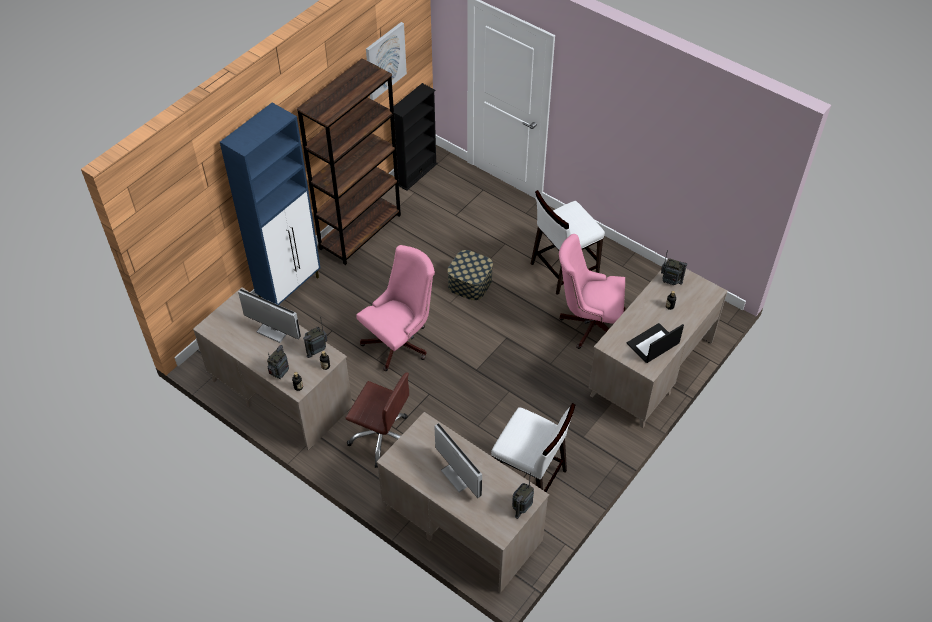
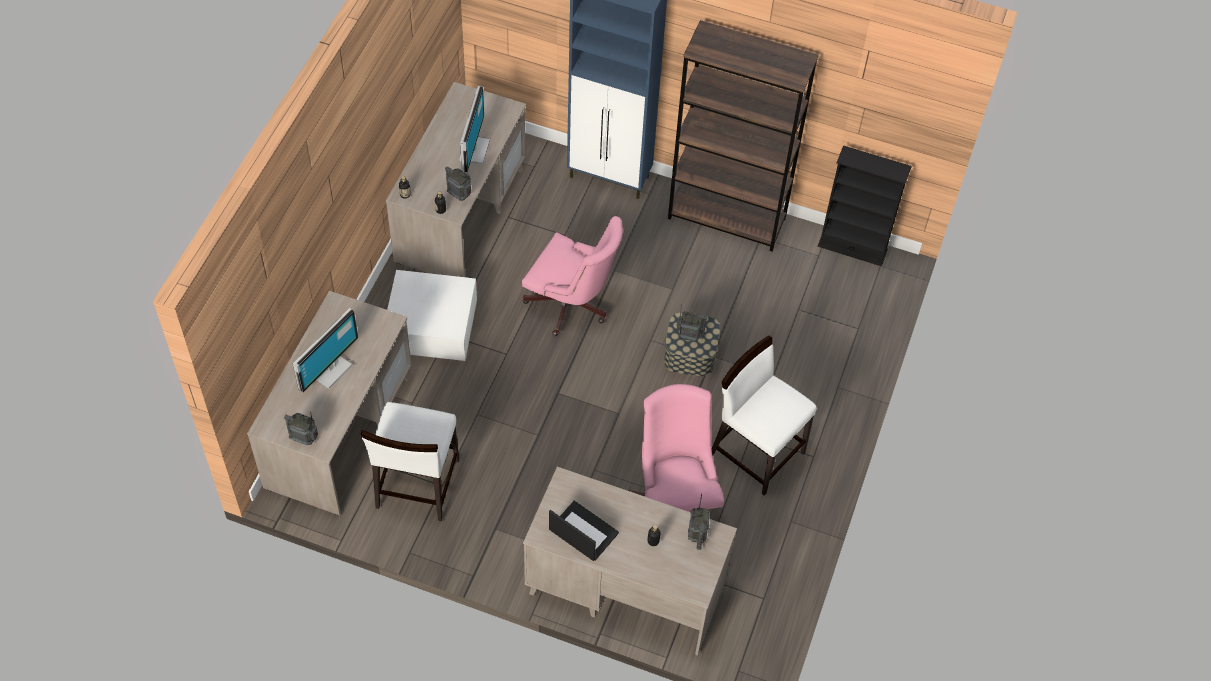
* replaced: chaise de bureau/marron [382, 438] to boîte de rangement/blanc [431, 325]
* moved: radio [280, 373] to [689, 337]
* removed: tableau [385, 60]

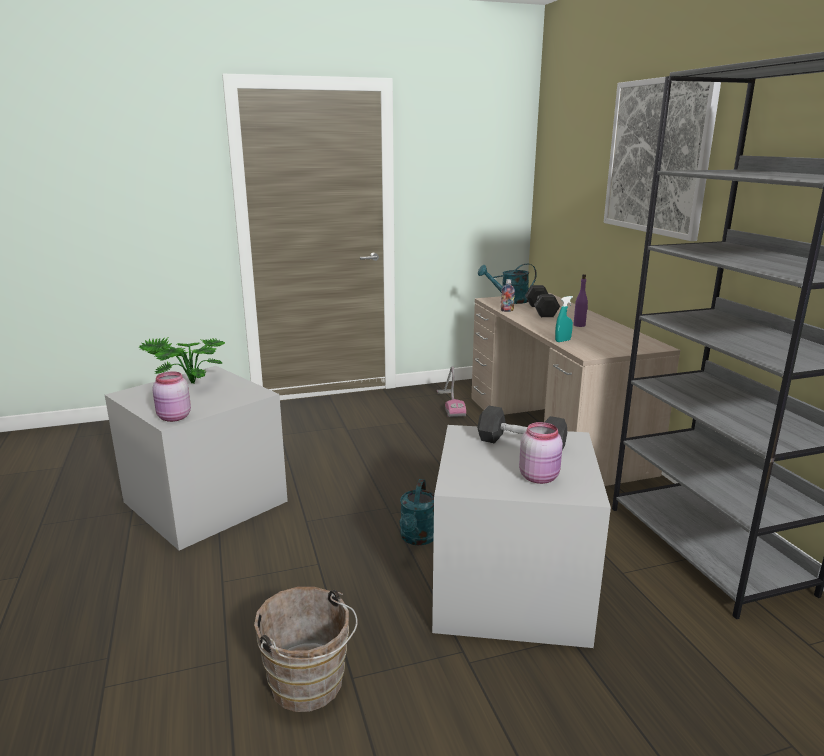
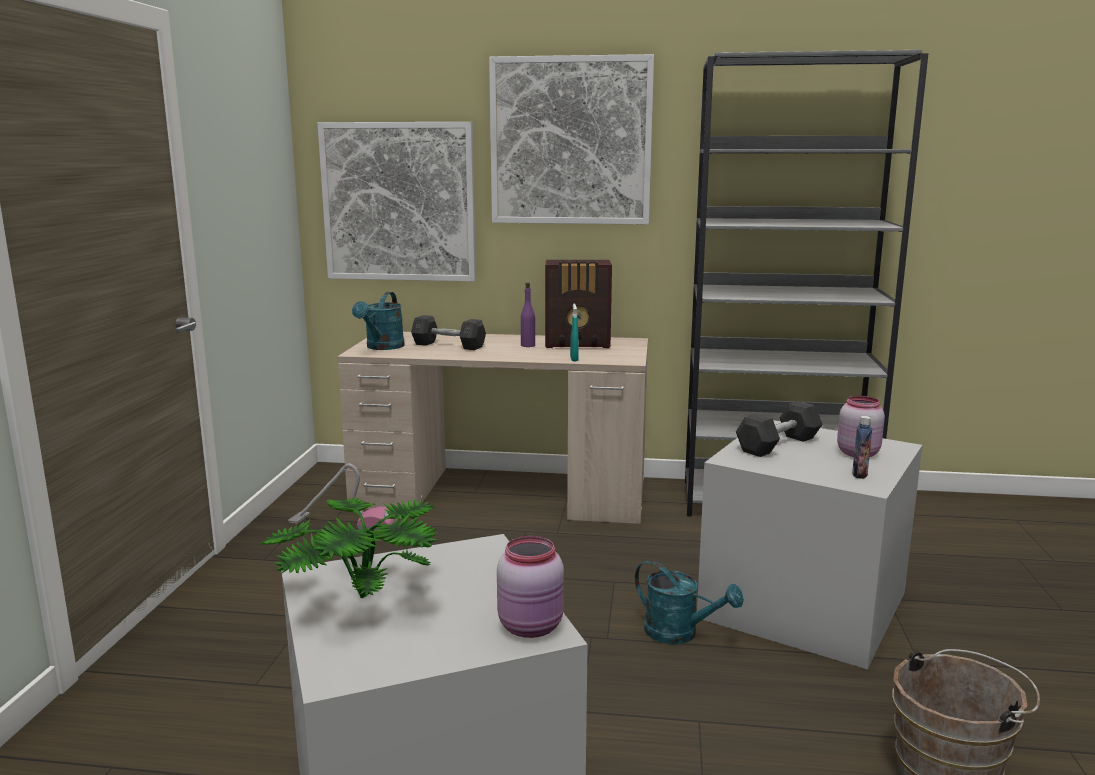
* added: tableau [399, 202]
* added: radio [579, 344]
* moved: bouteille [507, 310] to [859, 475]

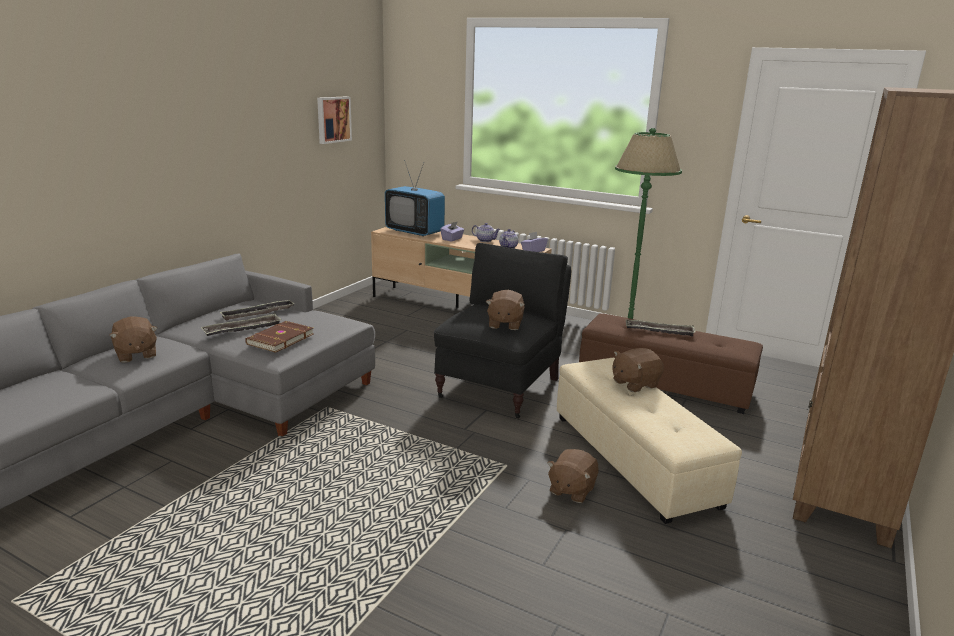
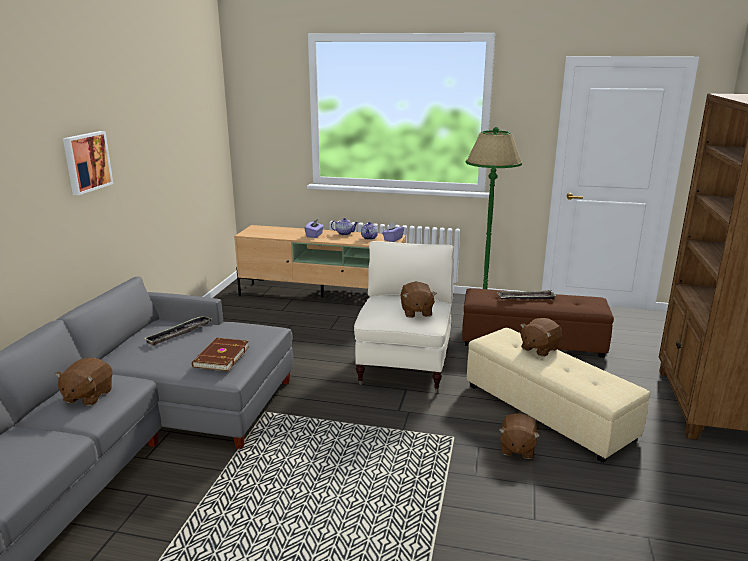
* turned: peluche/marron [136, 354] = [88, 396] 60 degrees clockwise
* moved: tableau [333, 119] to [86, 162]
* recoloured: fauteuil/noir [501, 387] to fauteuil/beige [405, 366]
* removed: plateau [242, 329]
* removed: téléviseur [415, 232]

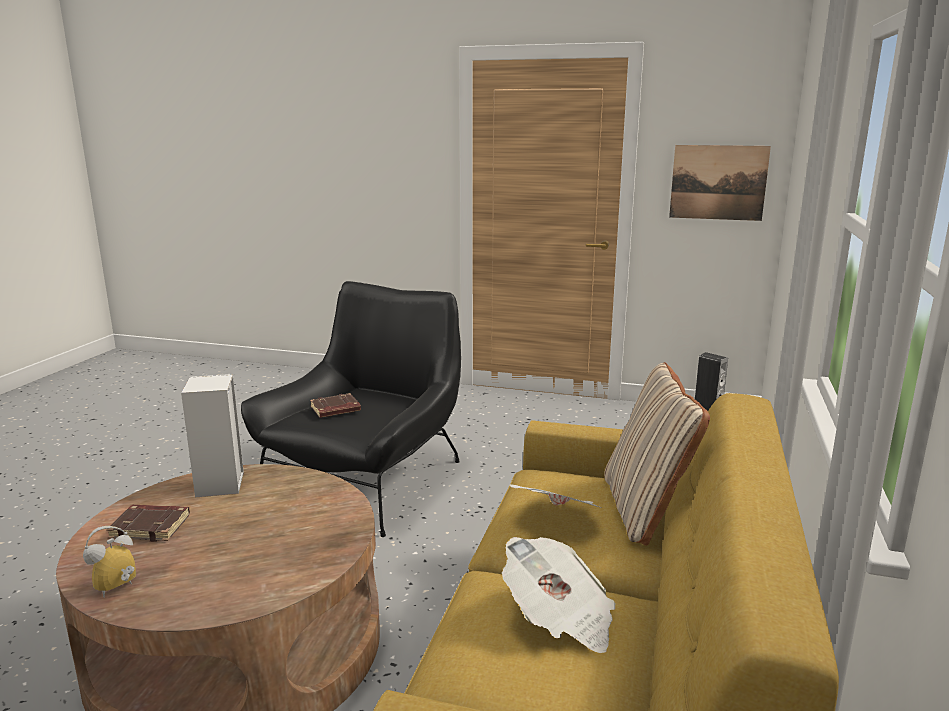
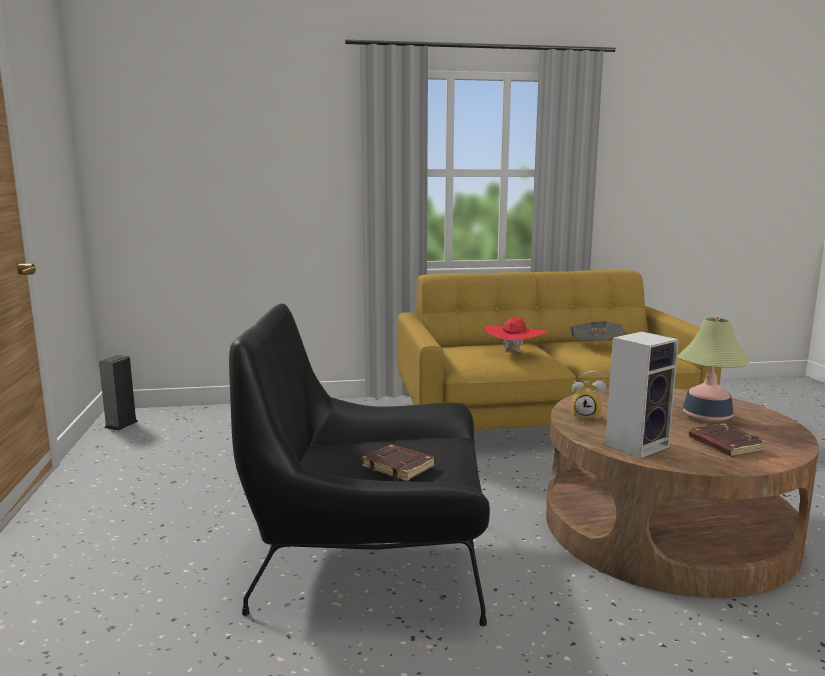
* replaced: journal [558, 519] to chapeau/rouge [514, 354]
* moved: réveil [118, 589] to [586, 416]
* added: lampe de table [707, 416]
* removed: coussin/beige [646, 509]
* removed: tableau [718, 182]

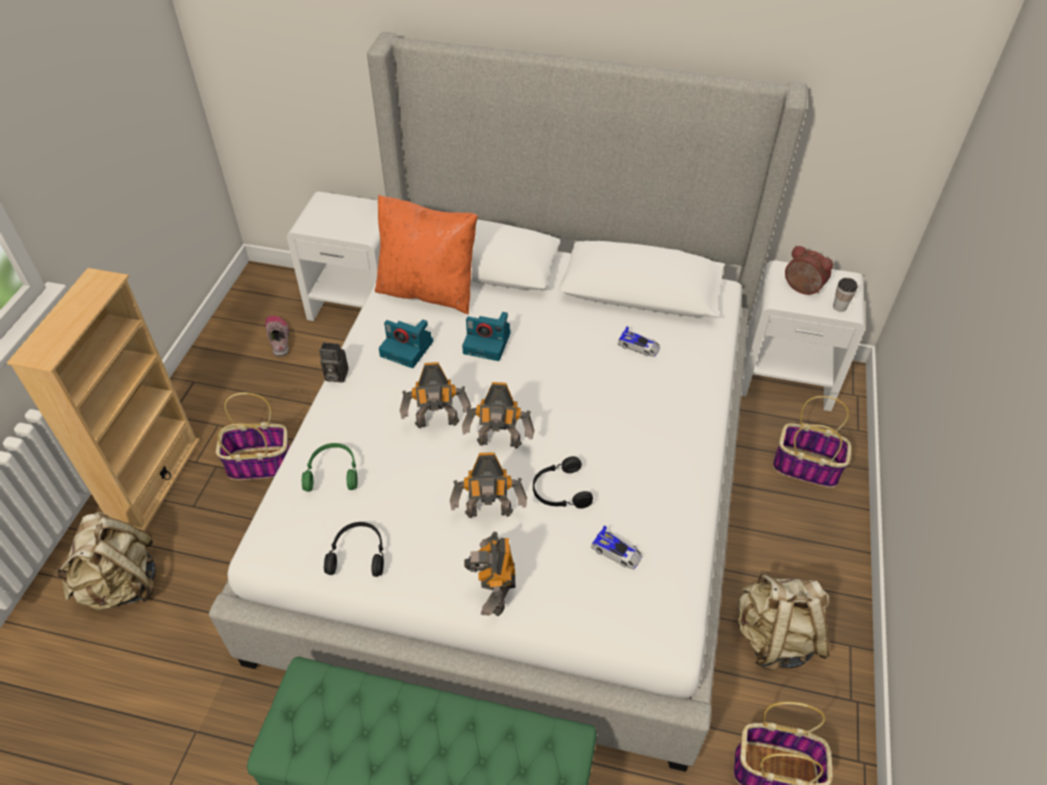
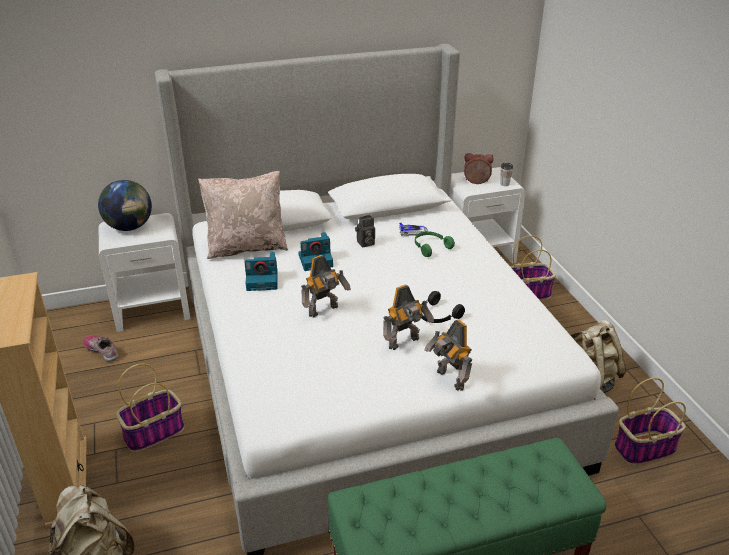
* added: globe [130, 227]
* recoloured: coussin/orange [428, 291] to coussin/beige [247, 247]
* moved: appareil photo [335, 376] to [365, 243]
* moved: casque audio/vert [333, 472] to [430, 247]
* removed: casque audio/noir [358, 554]
* removed: robot jouet [499, 444]
* removed: petite voiture [617, 552]

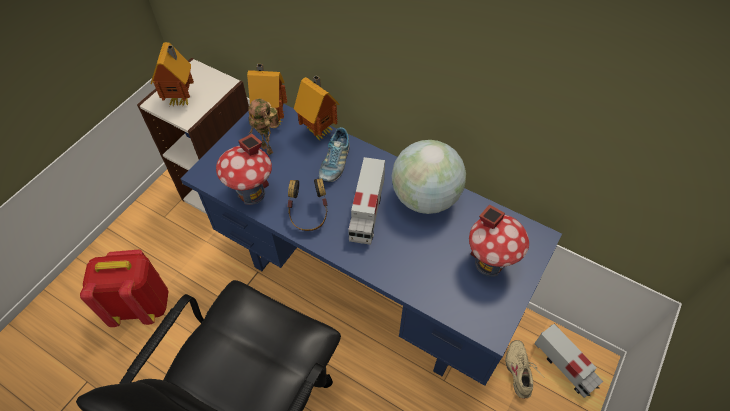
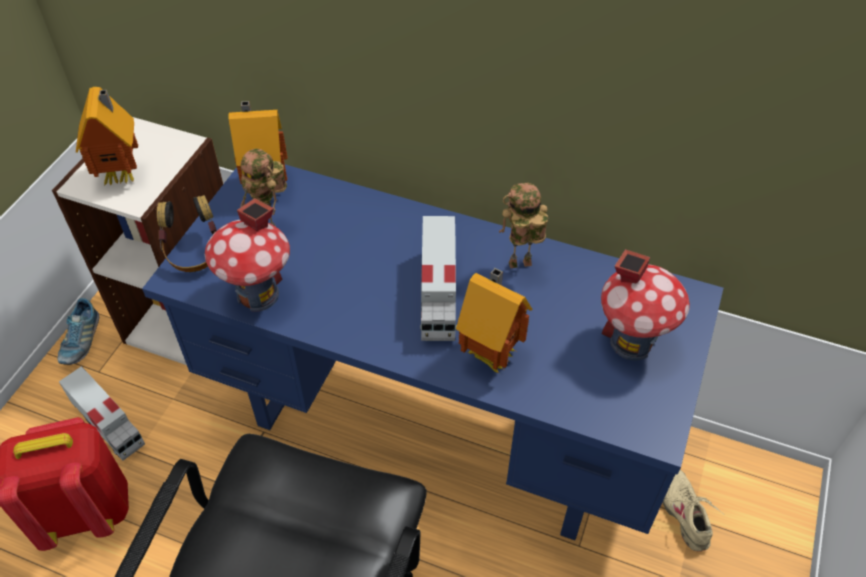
* moved: chaussure [335, 163] to [81, 340]
* moved: camion jouet [564, 366] to [109, 425]
* moved: casque audio [309, 215] to [193, 252]
* moved: maison miniature [320, 130] to [491, 354]
* replaced: globe [425, 198] to robot jouet [519, 266]

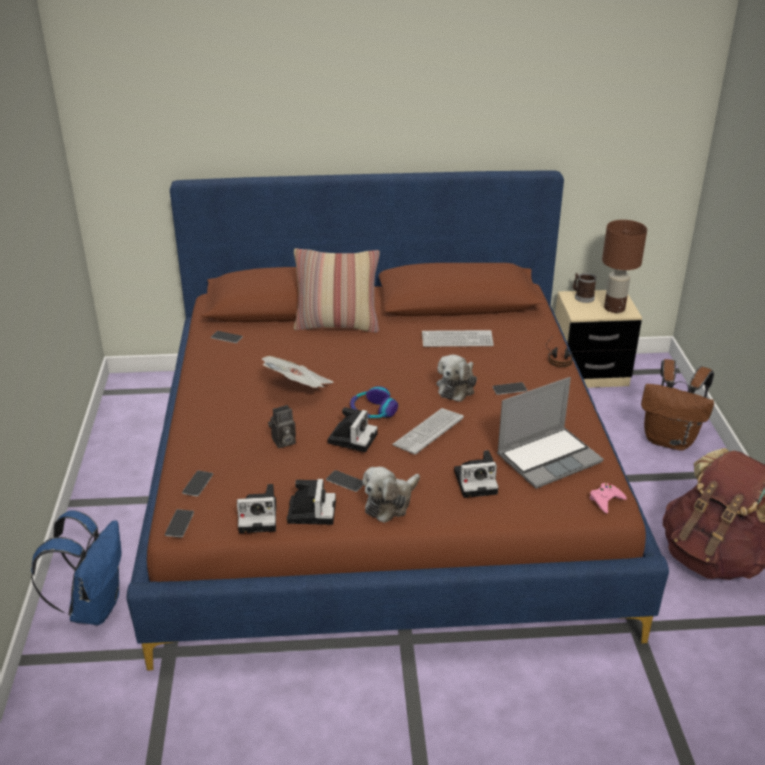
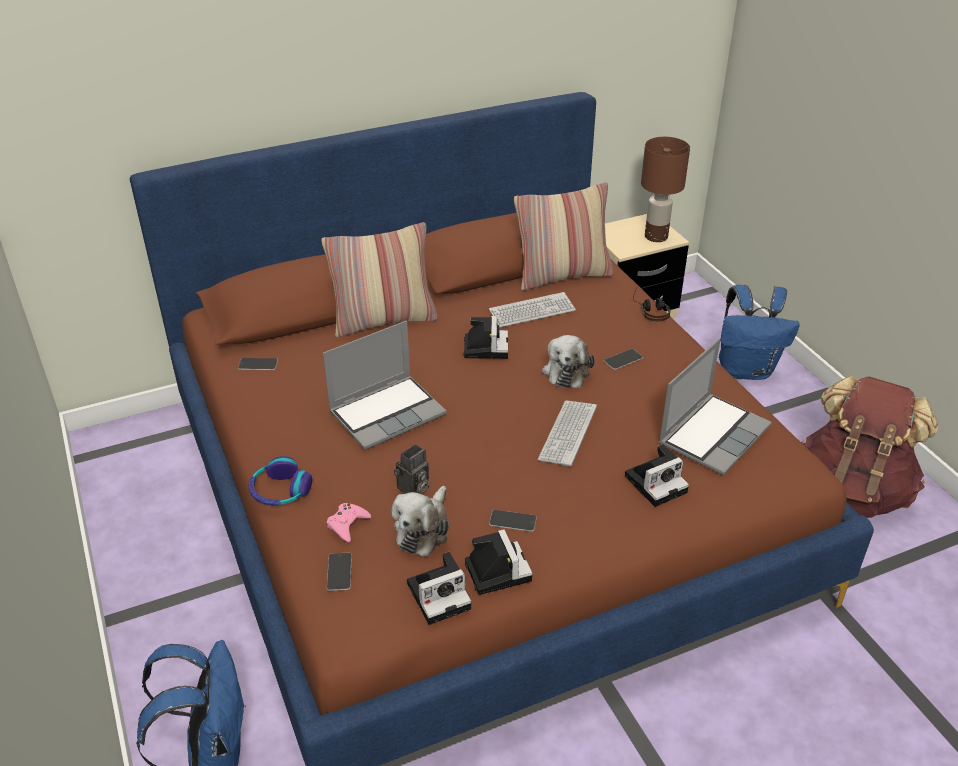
* moved: casque audio [372, 411] to [280, 491]
* replaced: journal [299, 388] to ordinateur portable [388, 412]
* moved: manette/rose [606, 500] to [347, 524]
* moved: peluche [390, 503] to [423, 529]
* moved: appareil photo [352, 437] to [485, 347]
* added: coussin [562, 276]
* recoloured: sac à dos/marron [670, 440] to sac à dos/bleu [746, 370]
* removed: téléphone [179, 523]
* removed: mug [582, 297]

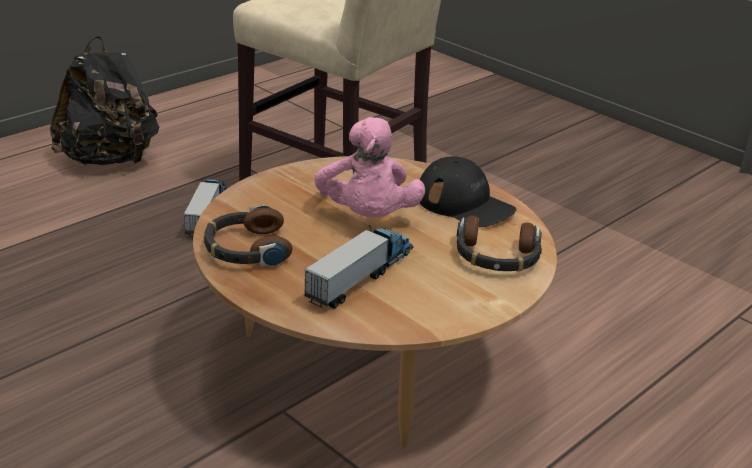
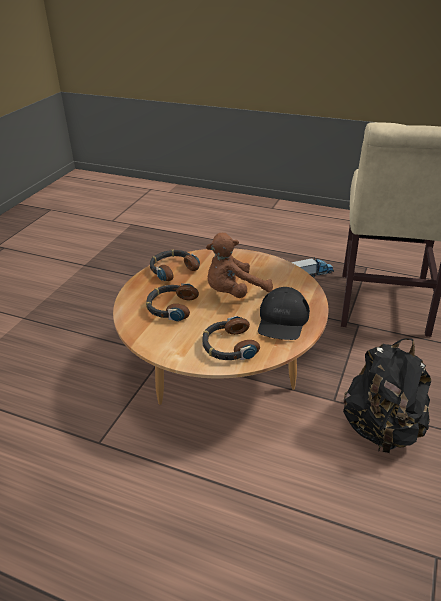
* replaced: camion jouet [361, 277] to casque audio [171, 307]
* recoloured: peluche/rose [367, 217] to peluche/marron [234, 292]
* moved: sac à dos/noir [109, 160] to [381, 430]

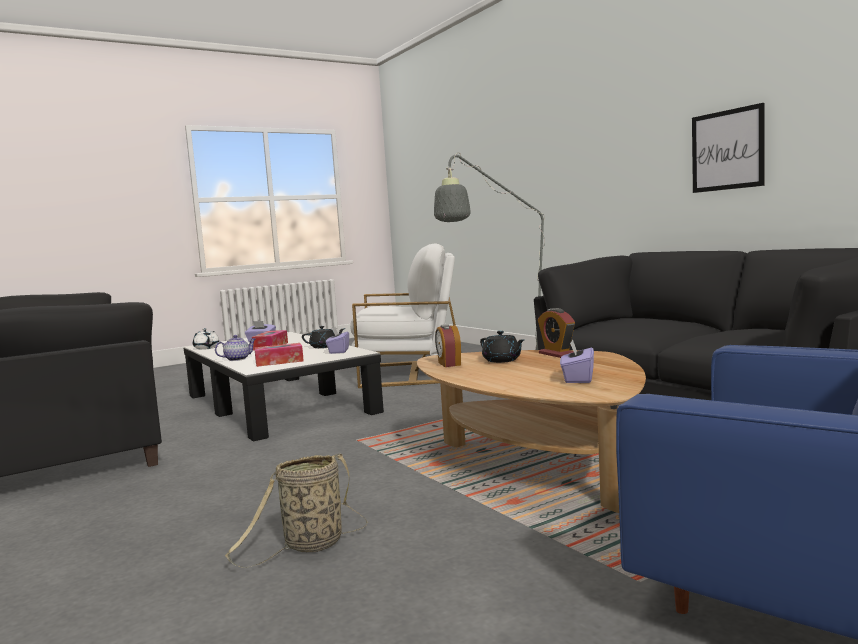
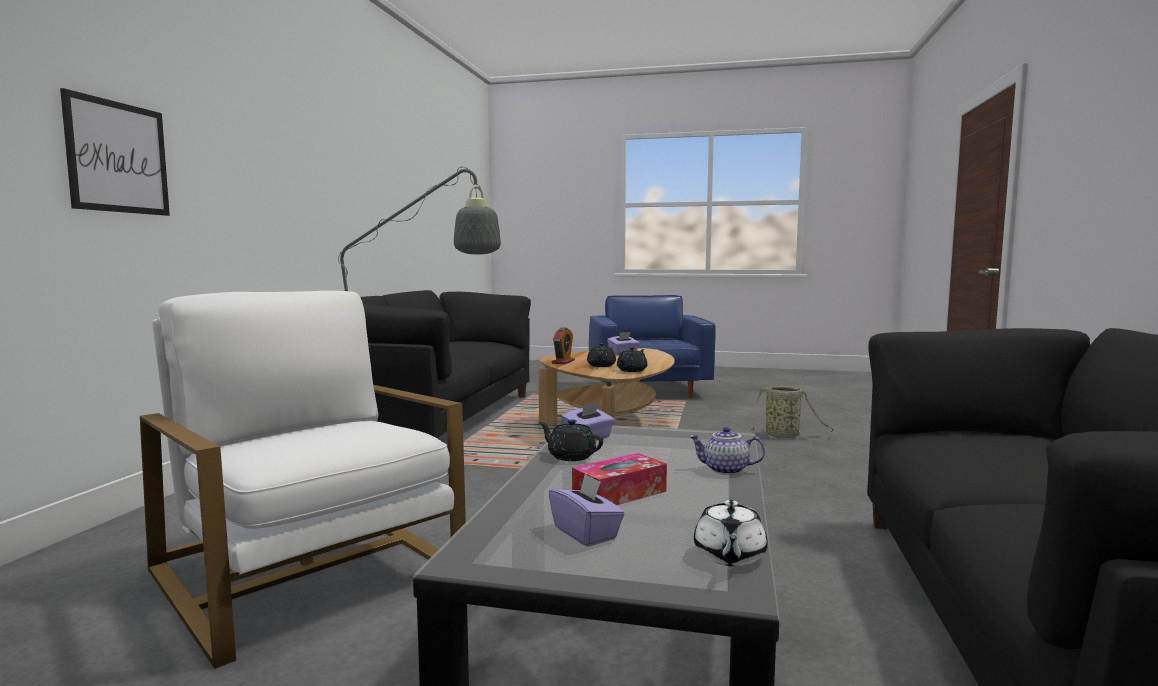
* moved: tableau [727, 150] to [118, 157]
* replaced: réveil [448, 364] to théière/noir [632, 370]
* removed: boîte à mouchoirs [279, 362]

